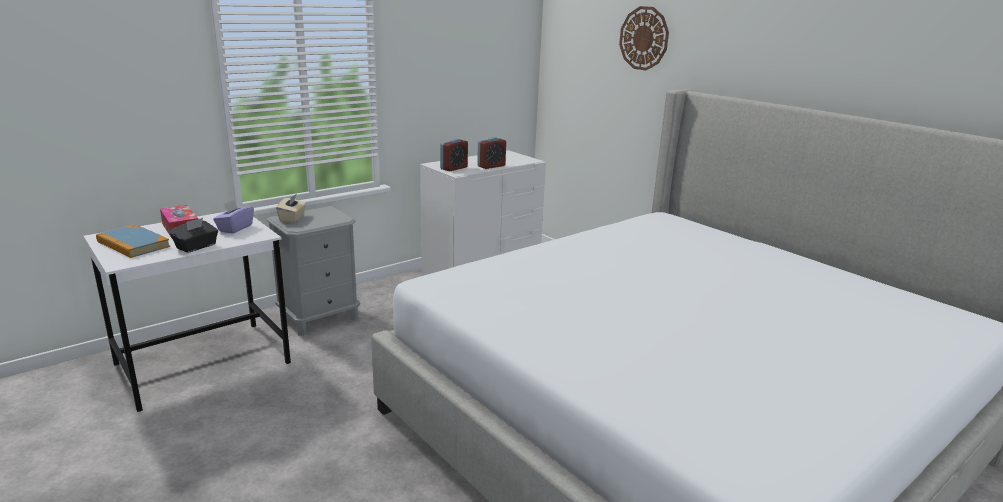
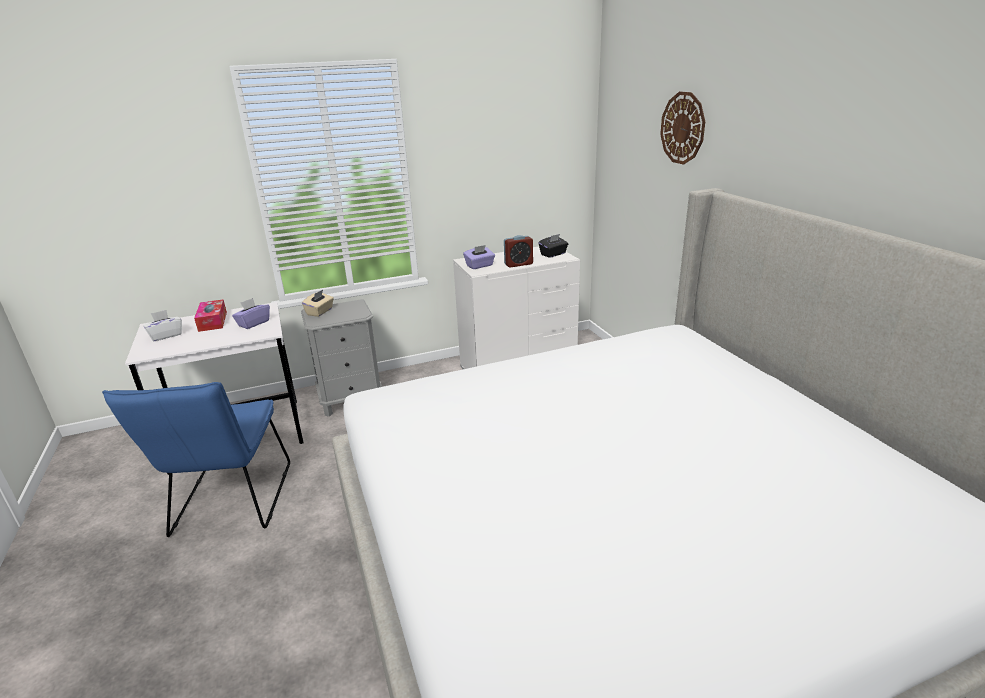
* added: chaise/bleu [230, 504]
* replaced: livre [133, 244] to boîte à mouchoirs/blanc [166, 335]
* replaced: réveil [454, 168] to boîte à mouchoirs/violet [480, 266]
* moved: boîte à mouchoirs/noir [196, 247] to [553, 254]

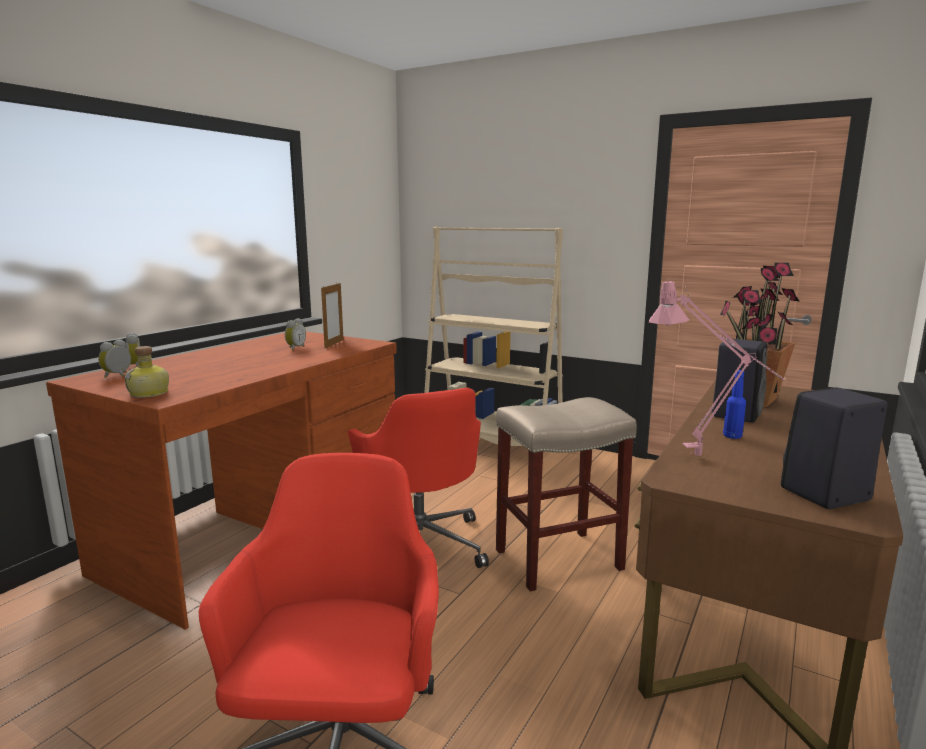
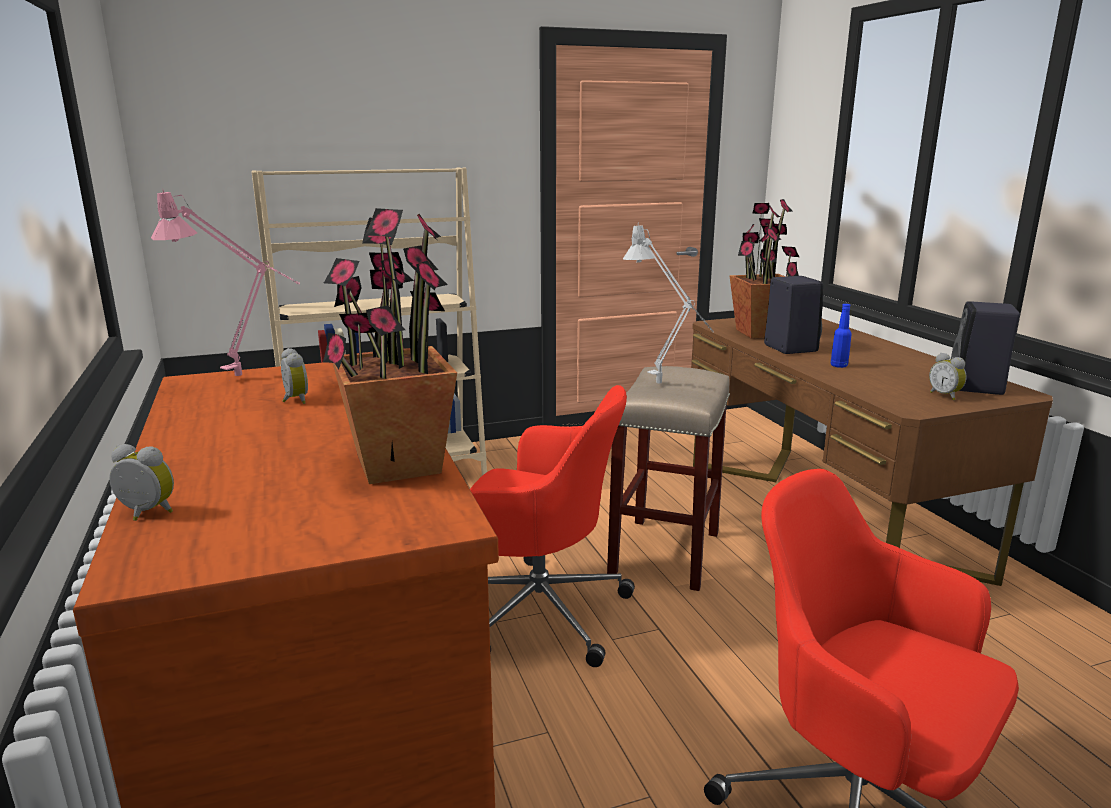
* moved: lampe de table/rose [706, 457] to [247, 376]
* added: plante en pot [398, 464]
* added: lampe de table/gris [664, 387]
* moved: réveil [118, 376] to [945, 396]
* removed: bouteille [150, 393]
* removed: cadre photo [334, 344]

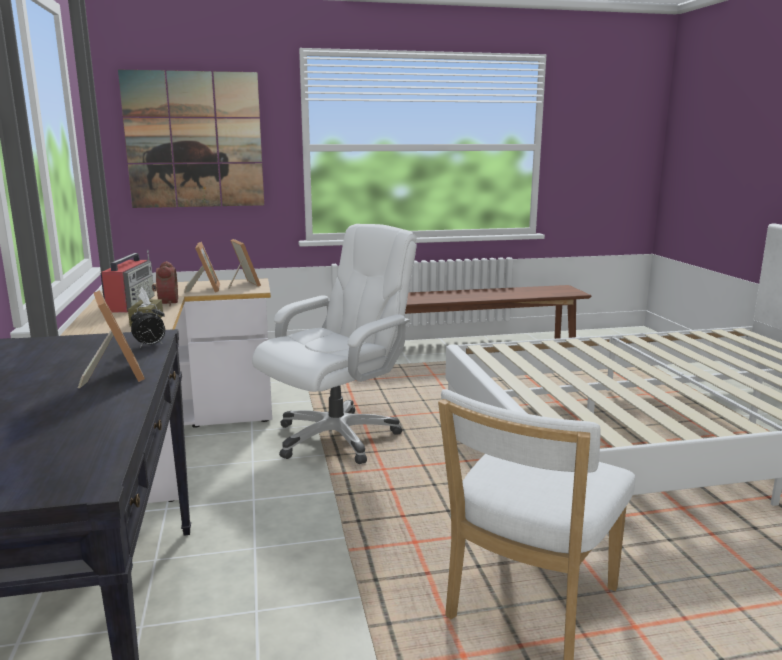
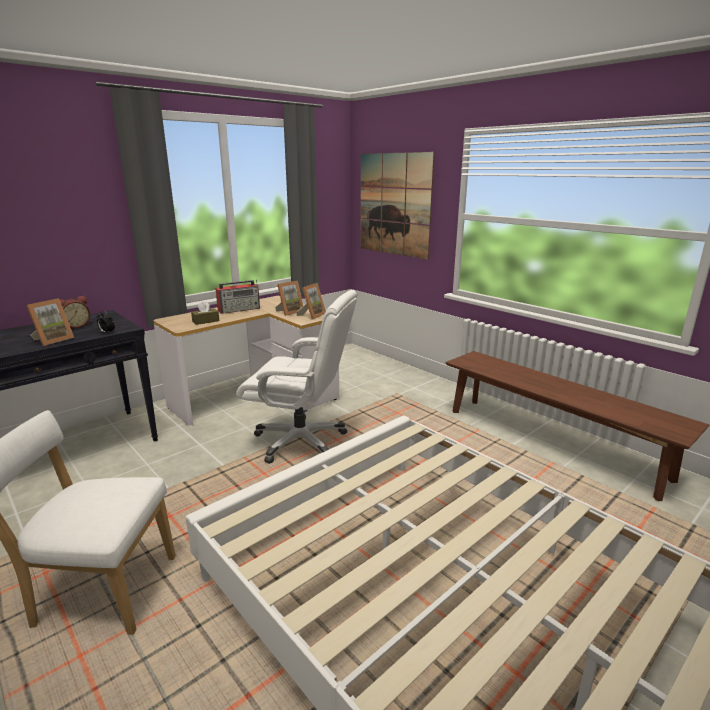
* moved: réveil [166, 303] to [76, 326]

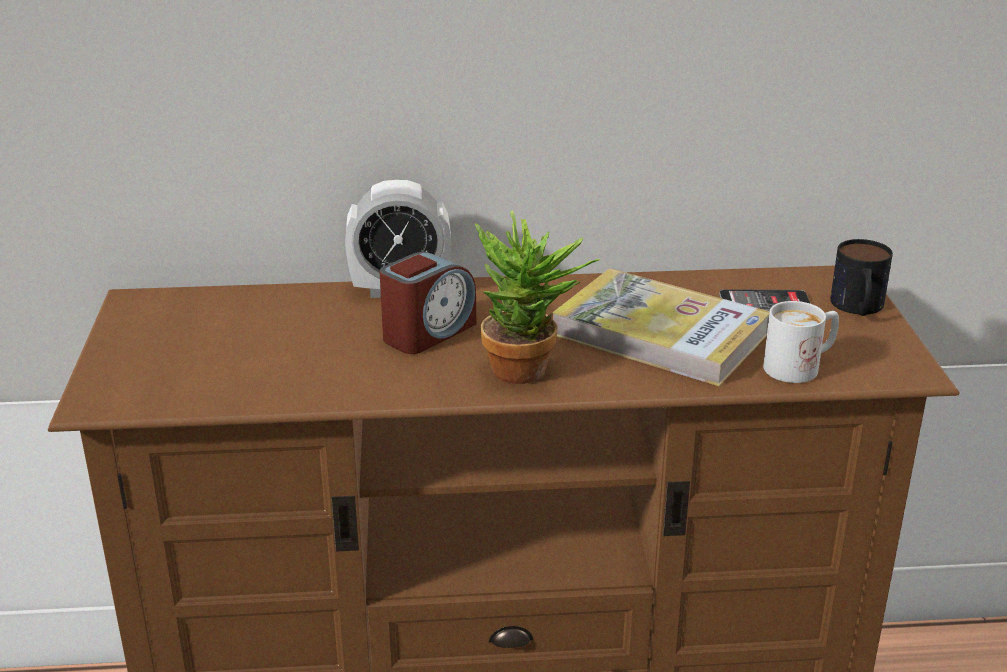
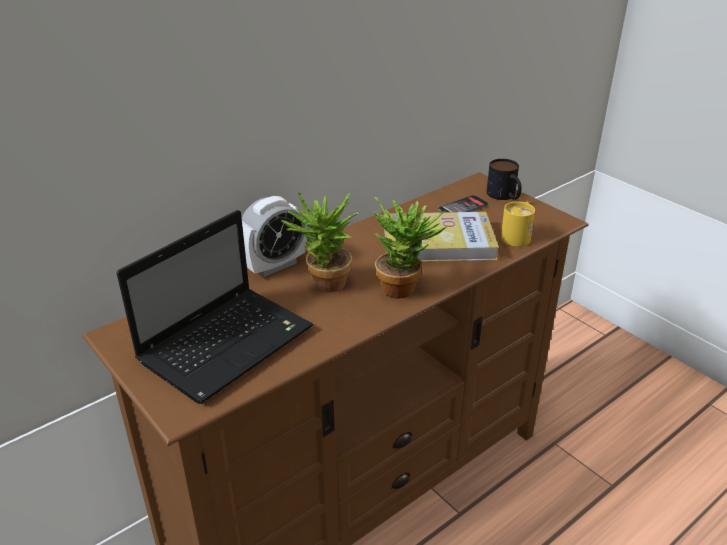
* added: ordinateur portable [228, 342]
* replaced: réveil [428, 332] to plante en pot [323, 285]
* recoloured: mug/blanc [801, 366] to mug/jaune [517, 235]

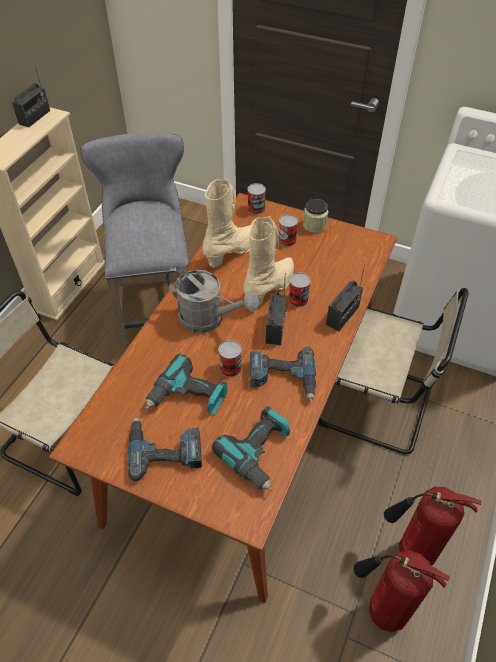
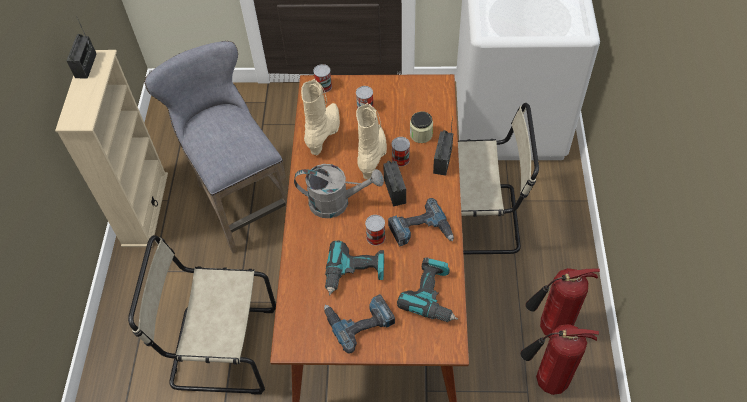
* moved: bocal [314, 225] to [421, 134]

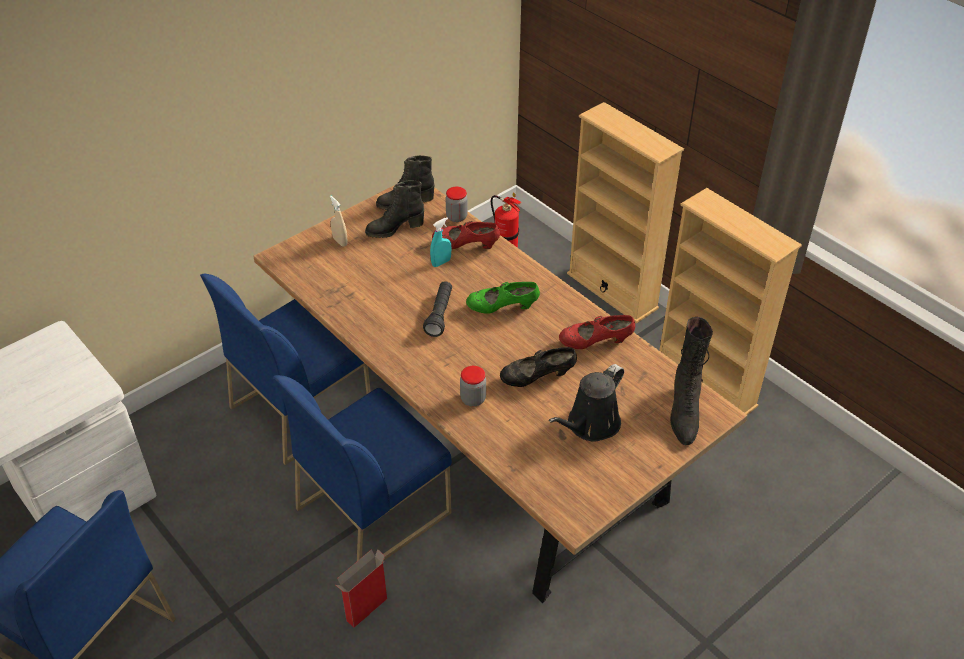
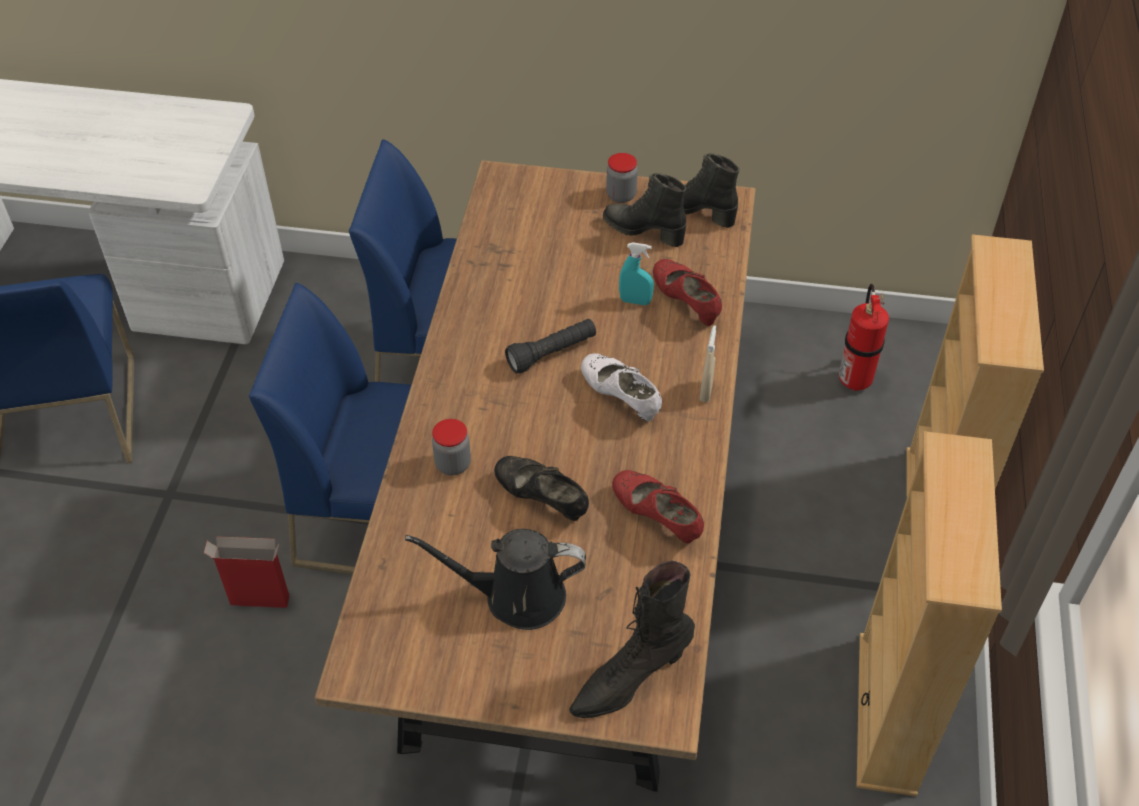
* recoloured: chaussure/vert [502, 308] to chaussure/blanc [620, 399]
* moved: bocal [456, 217] to [621, 195]
* moved: vaporisateur/beige [340, 241] to [706, 391]

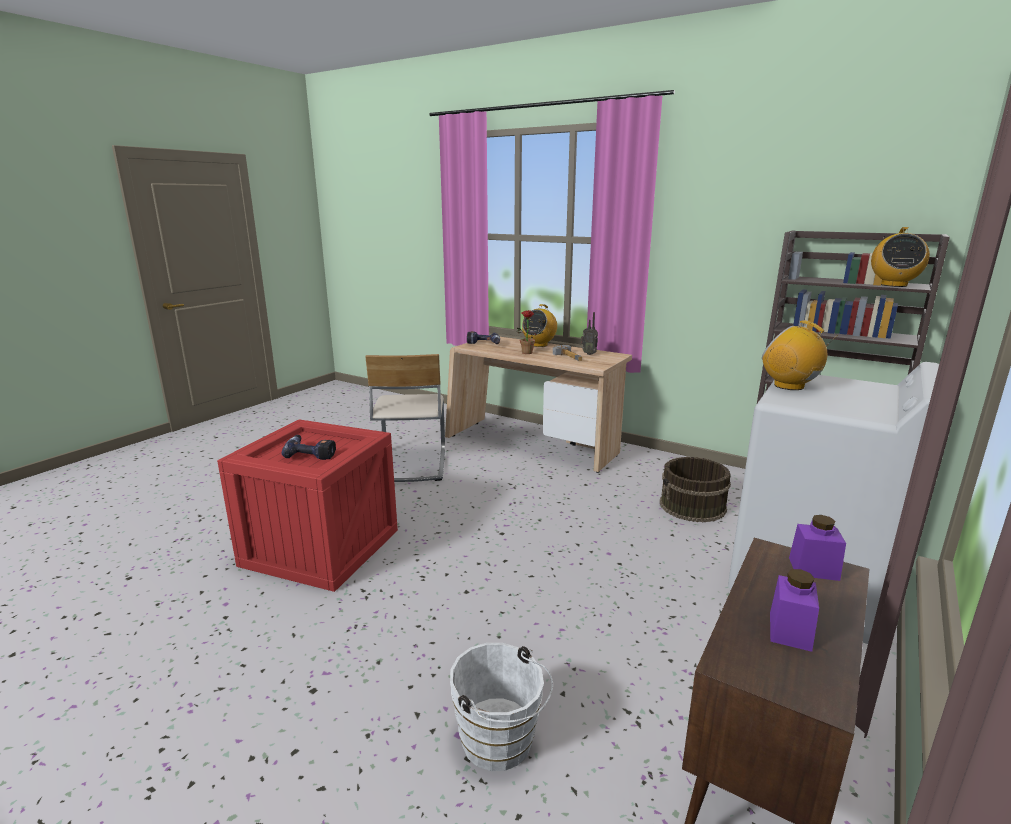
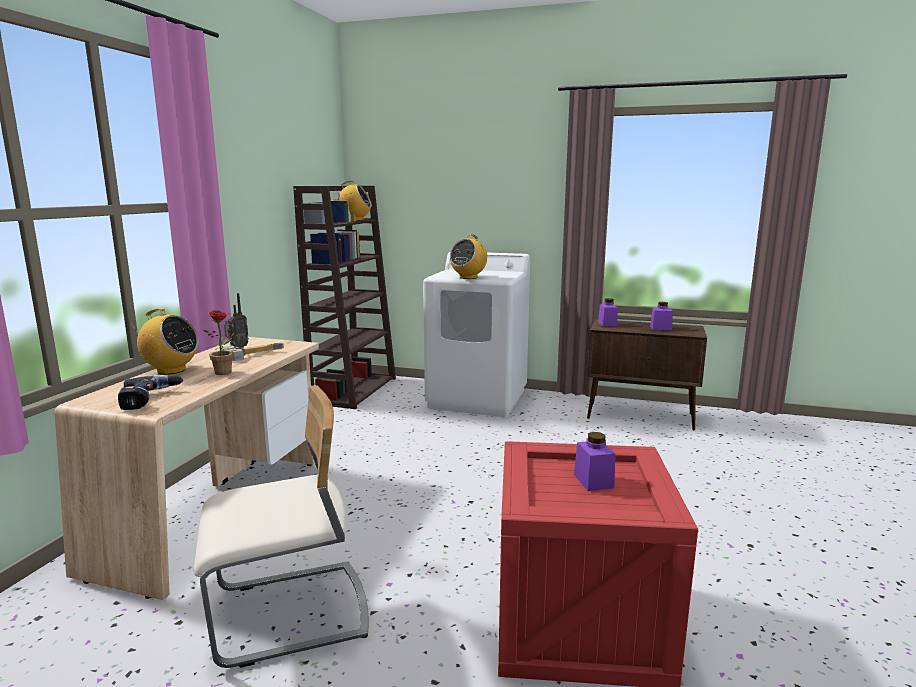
* replaced: perceuse [311, 453] to bocal/violet [593, 481]
* removed: seau/blanc [501, 744]
* removed: seau/marron [692, 506]

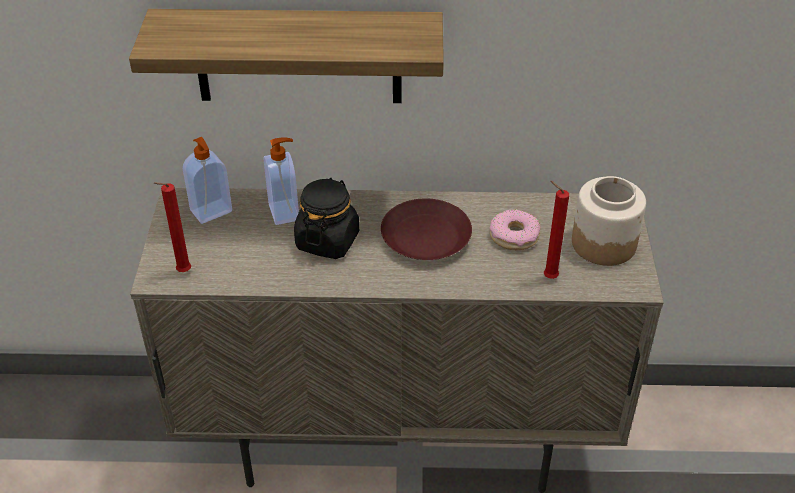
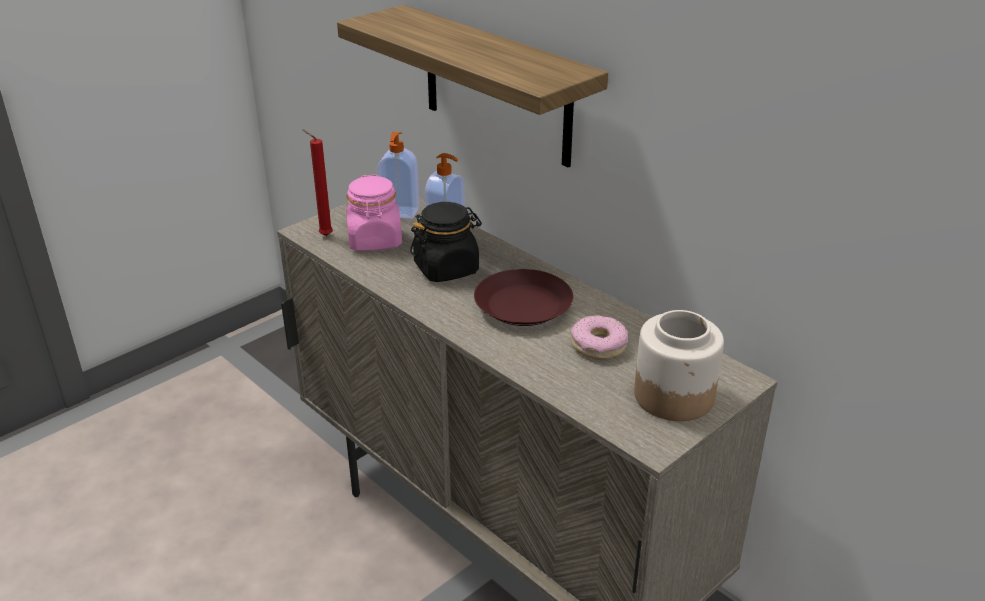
* added: bocal/rose [375, 240]
* removed: bougie/rouge [548, 277]

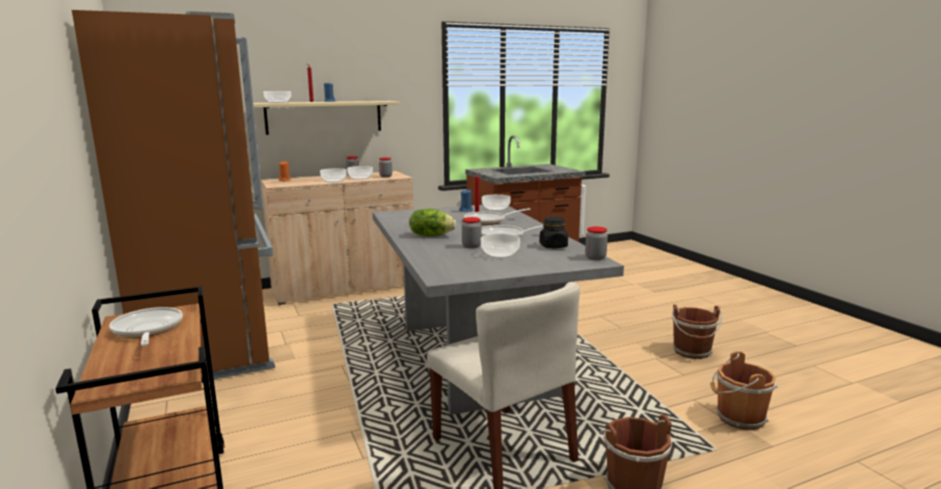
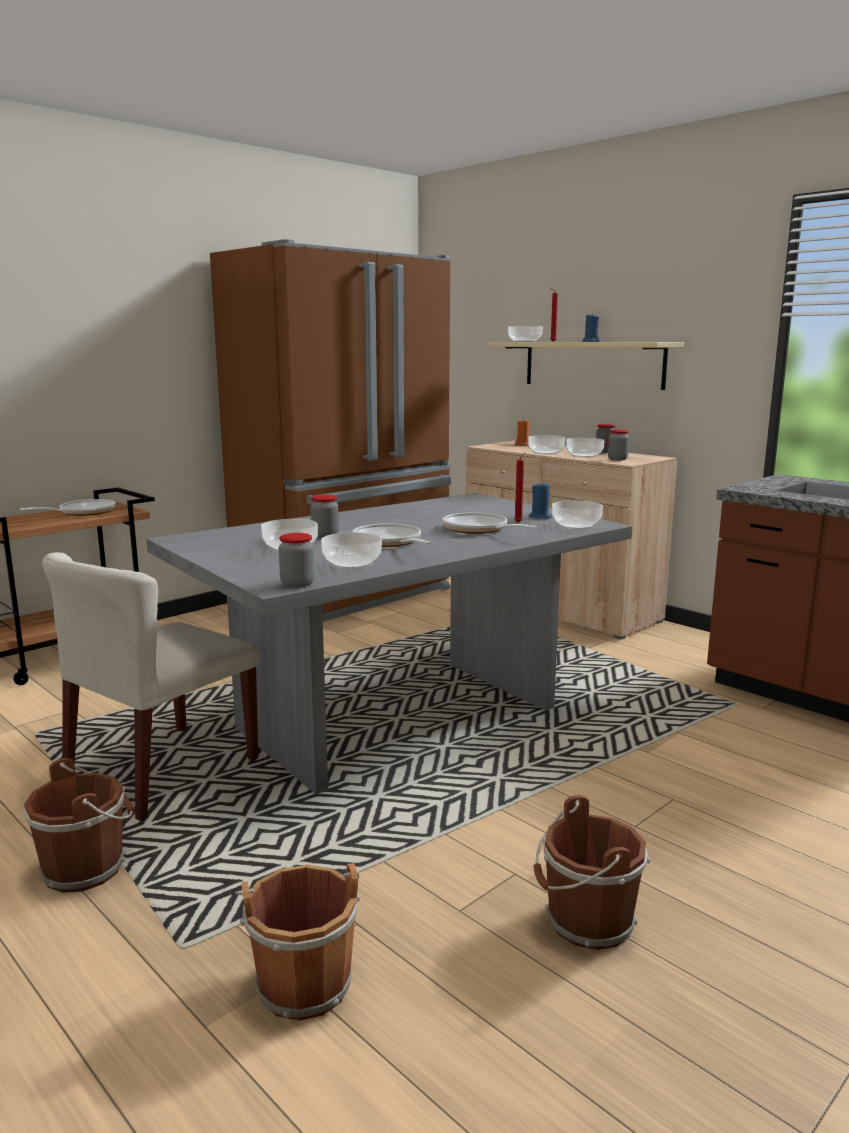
* replaced: bocal/noir [553, 246] to bol [352, 563]
* removed: laitue [431, 235]

